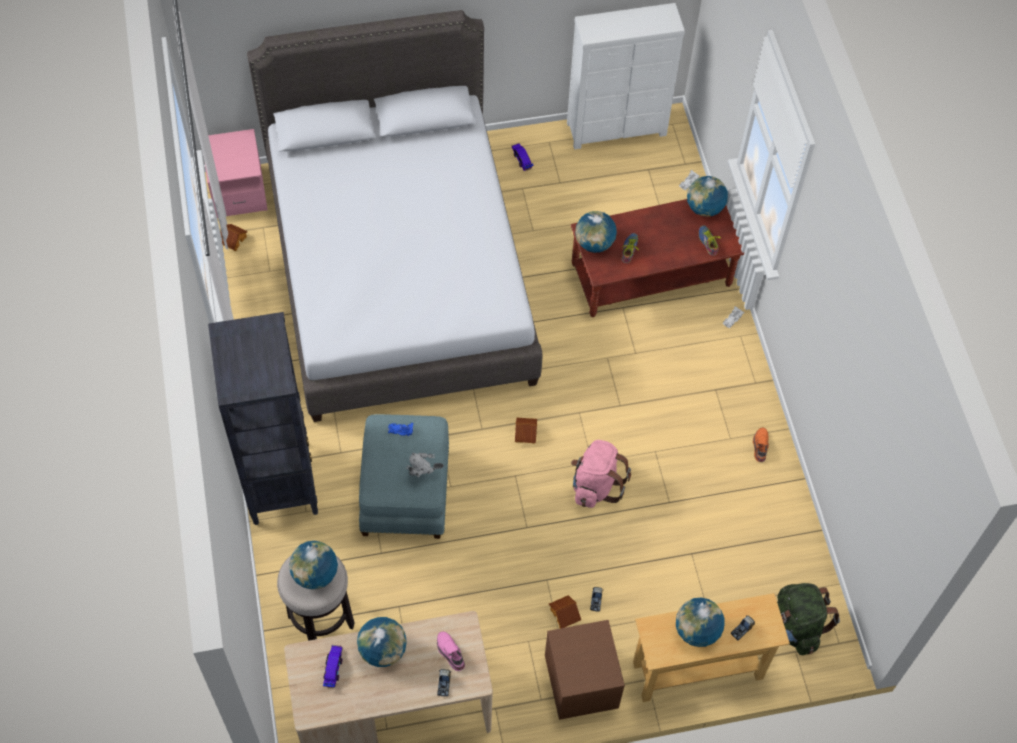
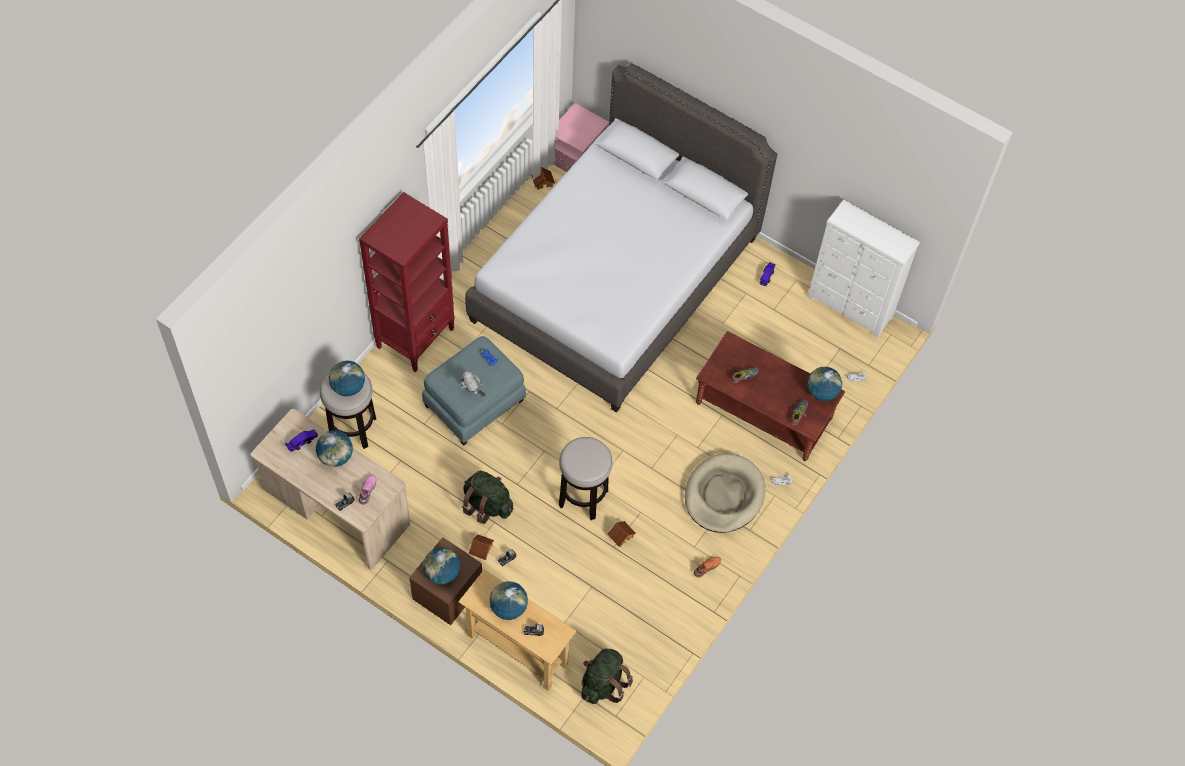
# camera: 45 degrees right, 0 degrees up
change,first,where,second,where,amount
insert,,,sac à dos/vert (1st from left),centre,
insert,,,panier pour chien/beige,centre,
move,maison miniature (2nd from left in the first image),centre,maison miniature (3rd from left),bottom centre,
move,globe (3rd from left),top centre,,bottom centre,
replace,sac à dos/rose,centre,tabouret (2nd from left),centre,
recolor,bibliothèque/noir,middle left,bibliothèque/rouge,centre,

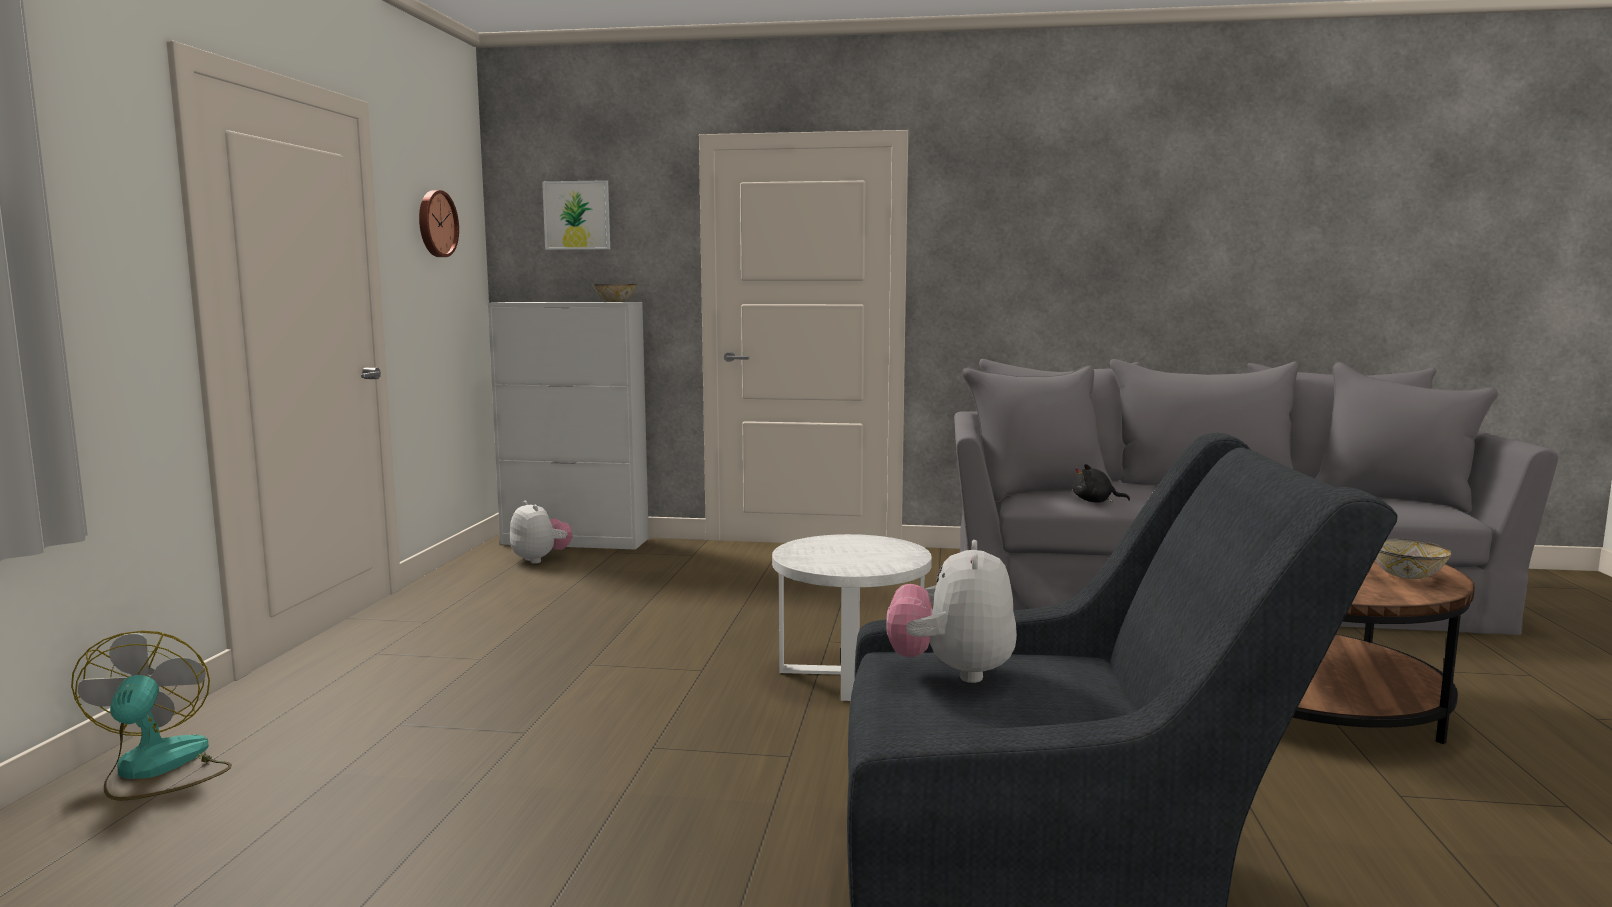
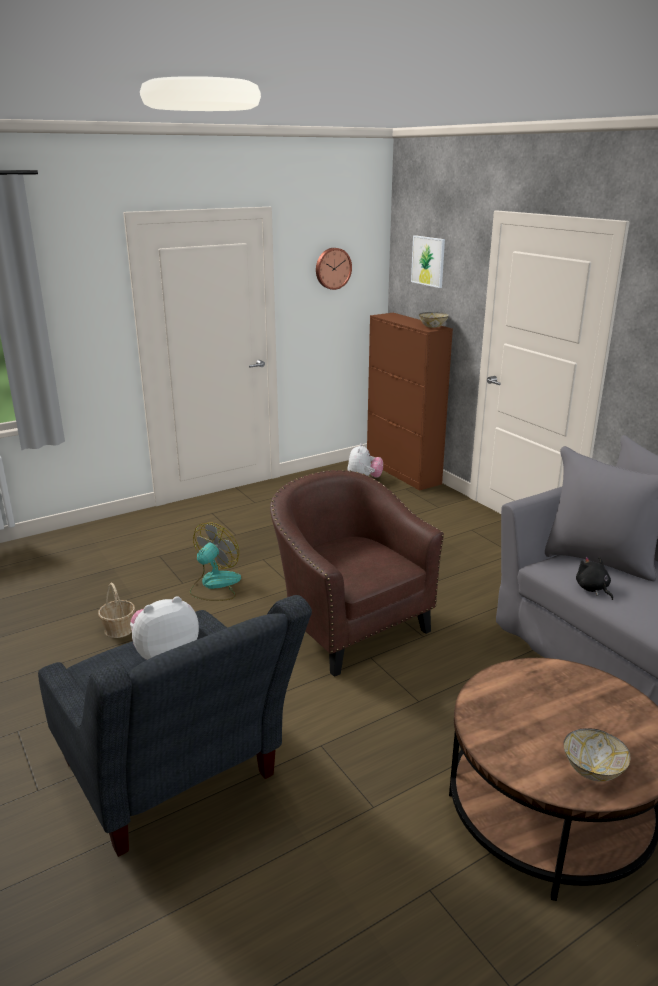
# camera: 50 degrees right, 15 degrees up
change,first,where,second,where,amount
insert,,,panier,middle left,
move,ventilateur,bottom left,,middle left,
replace,table d'appoint/blanc,bottom centre,fauteuil/marron,centre,
recolor,meuble de rangement/blanc,centre,meuble de rangement/marron,centre,

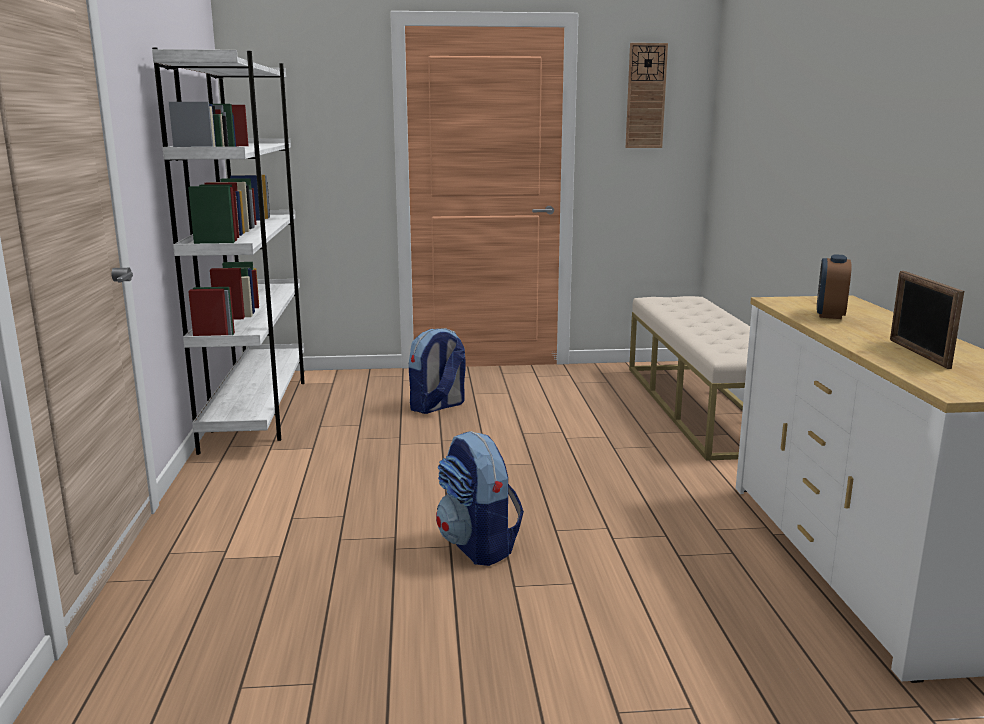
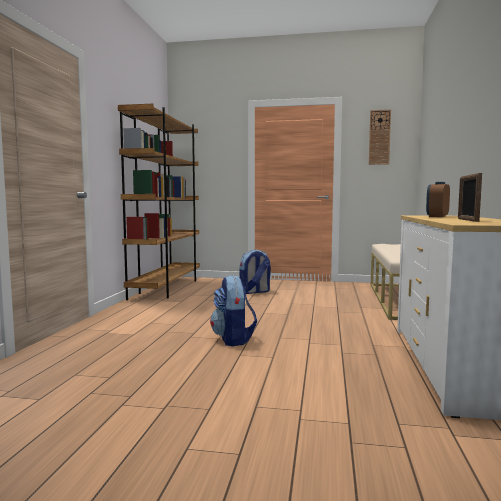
# camera: 15 degrees right, 10 degrees down
change,first,where,second,where,amount
recolor,bibliothèque/blanc,middle left,bibliothèque/marron,middle left,

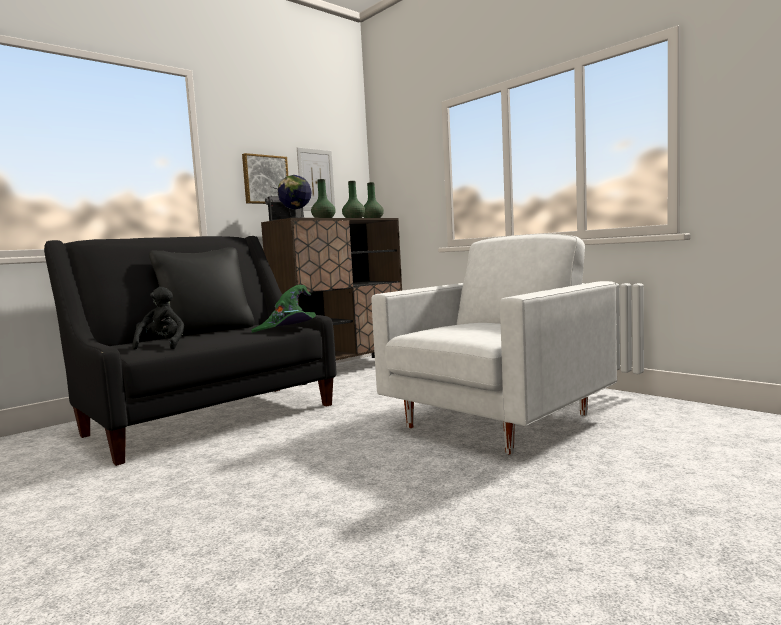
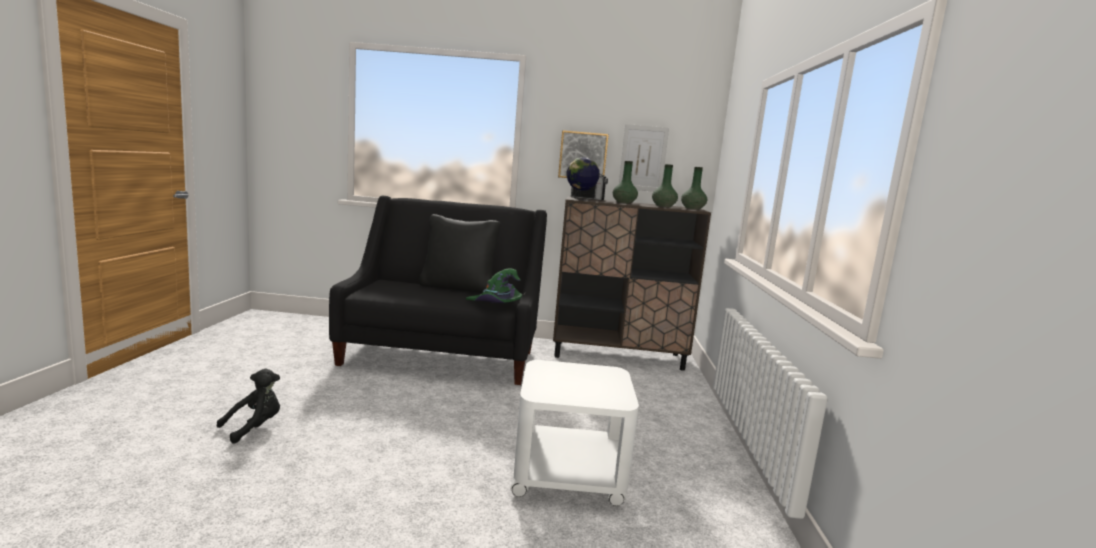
# camera: 45 degrees right, 5 degrees up
change,first,where,second,where,amount
move,peluche/noir,middle left,,bottom left,
replace,fauteuil/blanc,centre,table d'appoint/blanc,bottom centre,

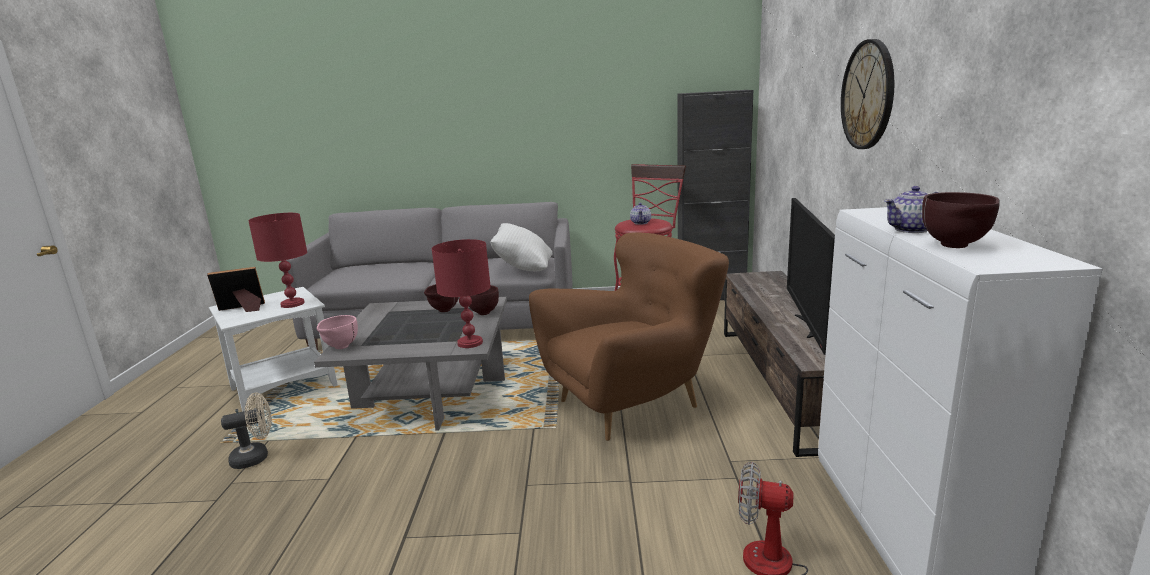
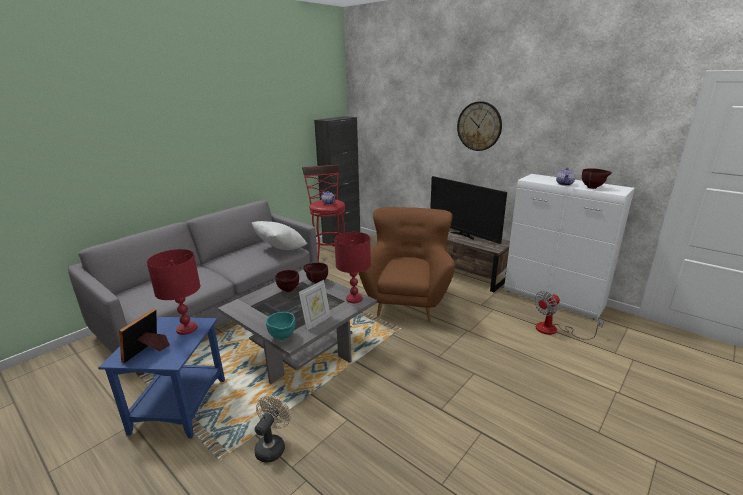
# camera: 50 degrees left, 5 degrees up
change,first,where,second,where,amount
insert,,,cadre photo (2nd from left),centre,
recolor,table d'appoint/blanc,middle left,table d'appoint/bleu,bottom left,
recolor,bol/rose,middle left,bol/turquoise,centre,

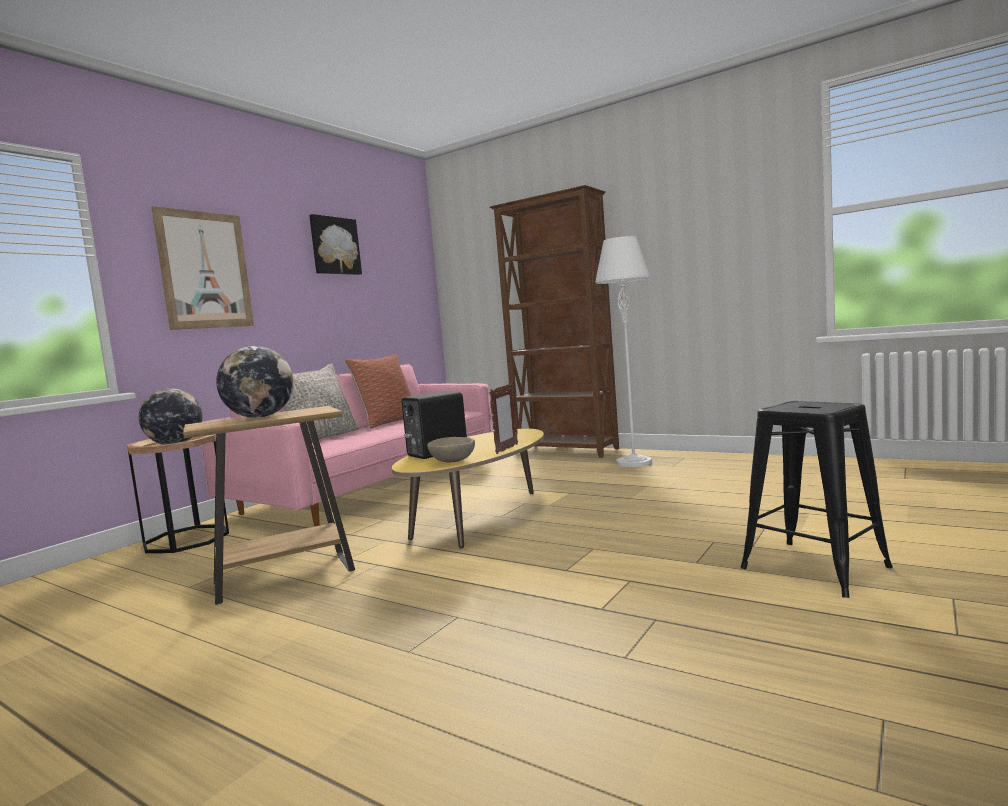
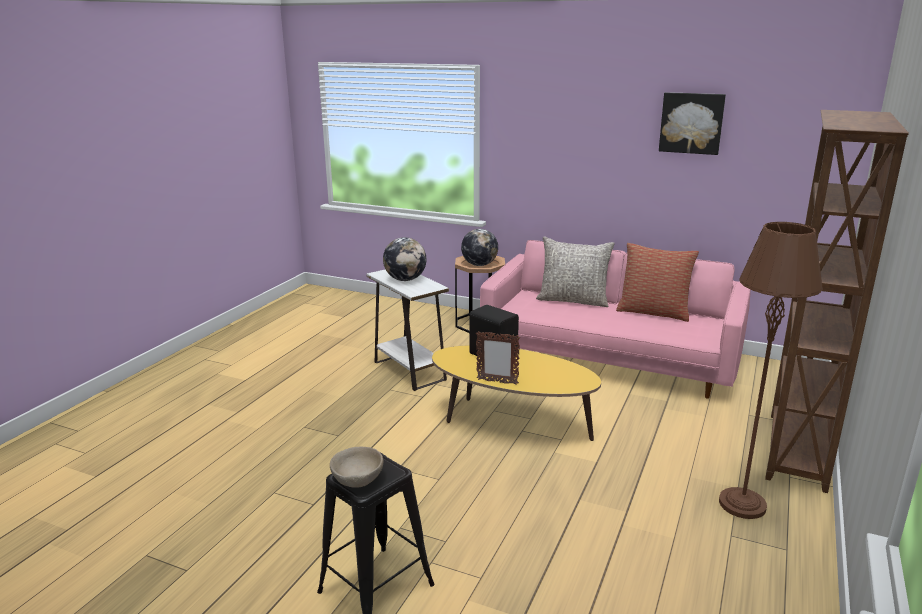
# camera: 80 degrees right, 15 degrees up
change,first,where,second,where,amount
delete,tableau (1st from left),top left,,,
move,bol/beige,centre,,bottom centre,
recolor,table d'appoint/marron (2nd from left),middle left,table d'appoint/blanc,centre,
recolor,lampadaire/blanc,centre,lampadaire/marron,middle right,

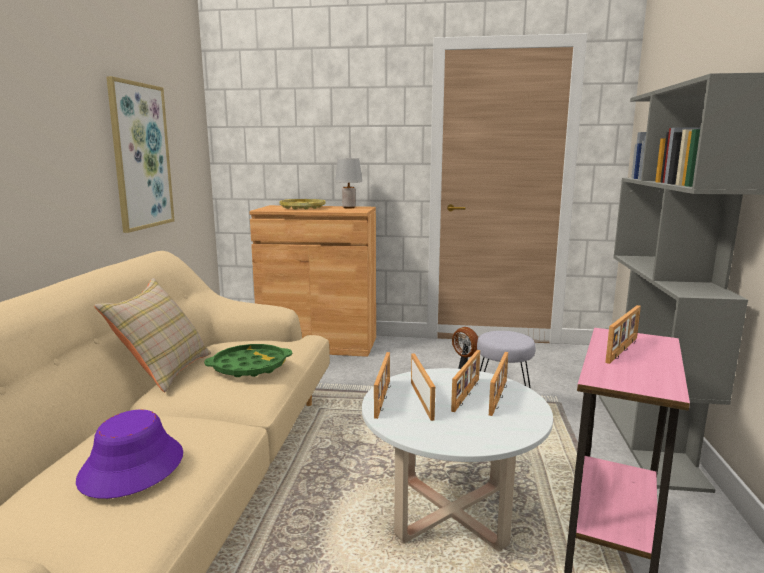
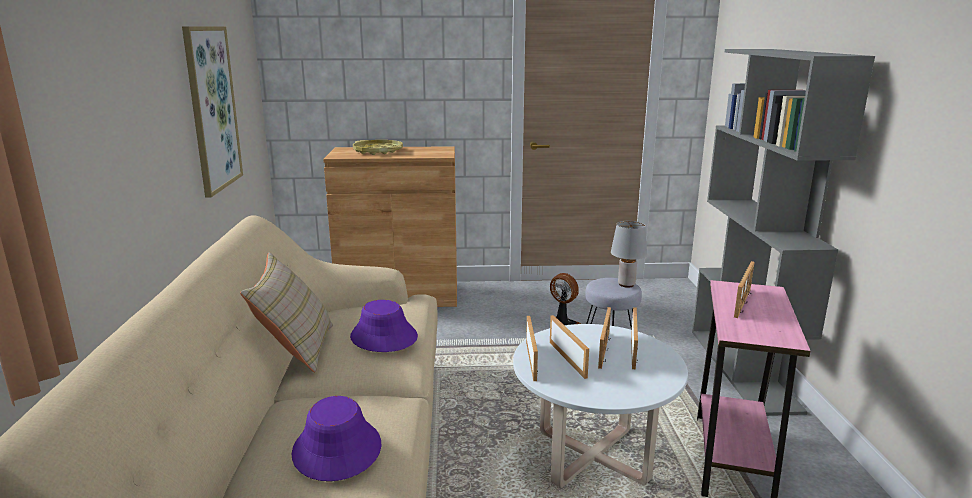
# camera: 10 degrees left, 5 degrees up
change,first,where,second,where,amount
move,lampe de table/gris,top centre,,centre,
replace,plateau/vert,middle left,chapeau/violet (2nd from left),centre,

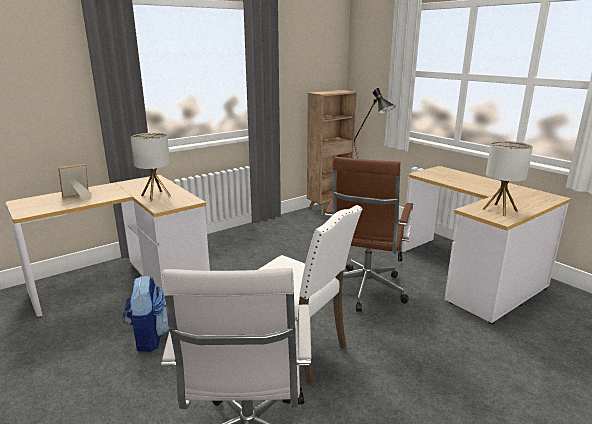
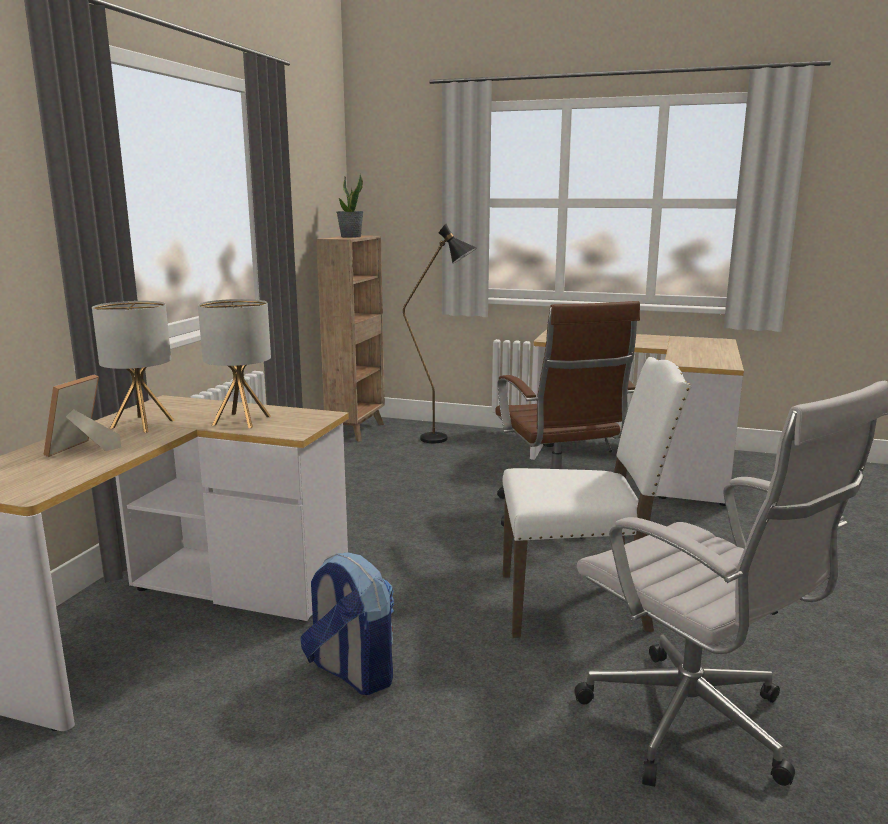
# camera: 35 degrees left, 5 degrees down
change,first,where,second,where,amount
insert,,,plante en pot,top centre,
move,lampe de table (2nd from left in the first image),middle right,lampe de table (1st from left),middle left,

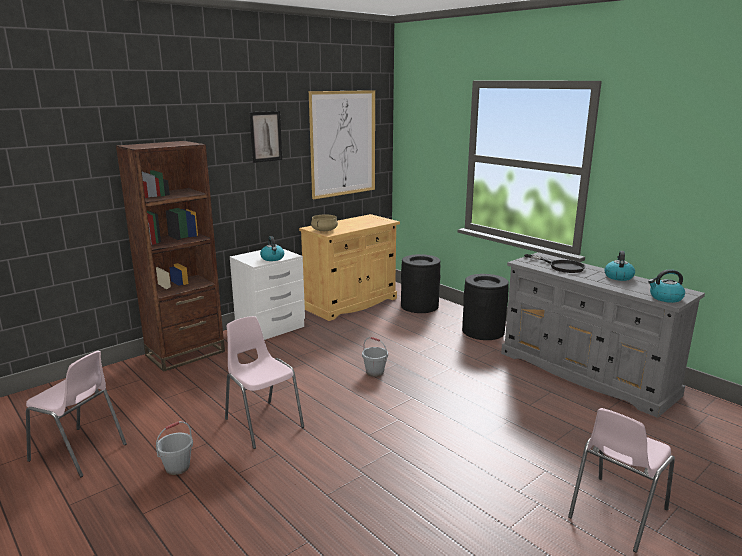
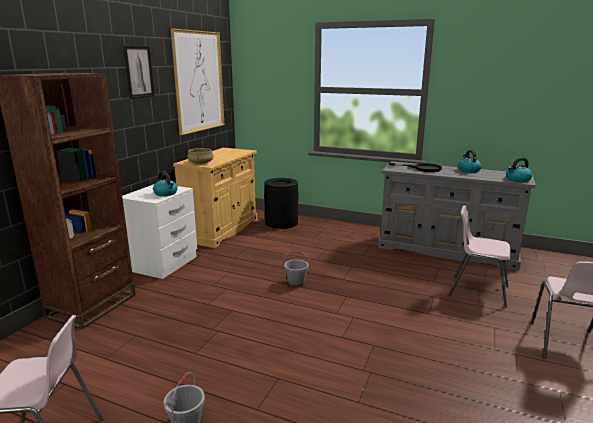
# camera: 25 degrees left, 0 degrees up
change,first,where,second,where,amount
delete,poubelle/noir (2nd from left),centre,,,
move,chaise/rose (2nd from left),bottom centre,,middle right,

